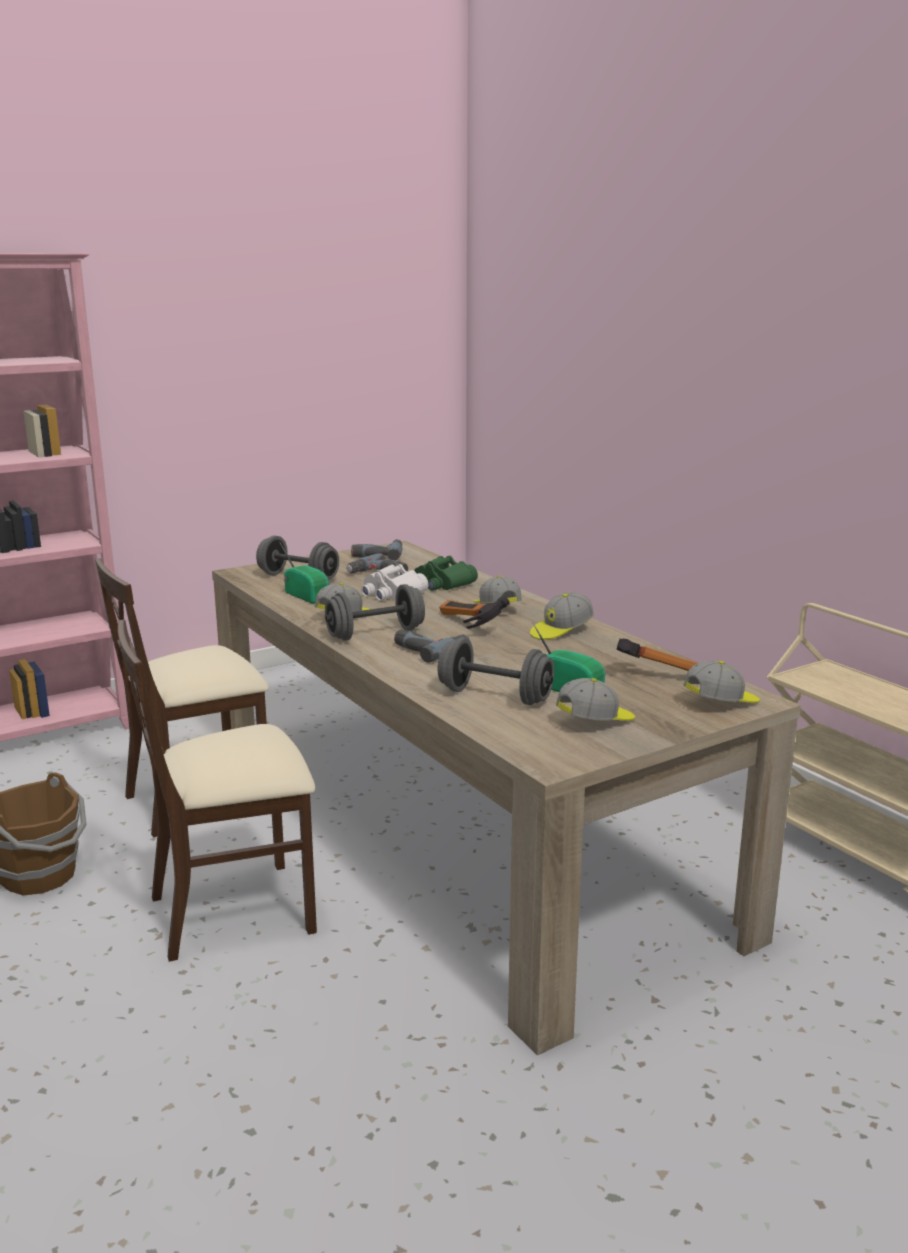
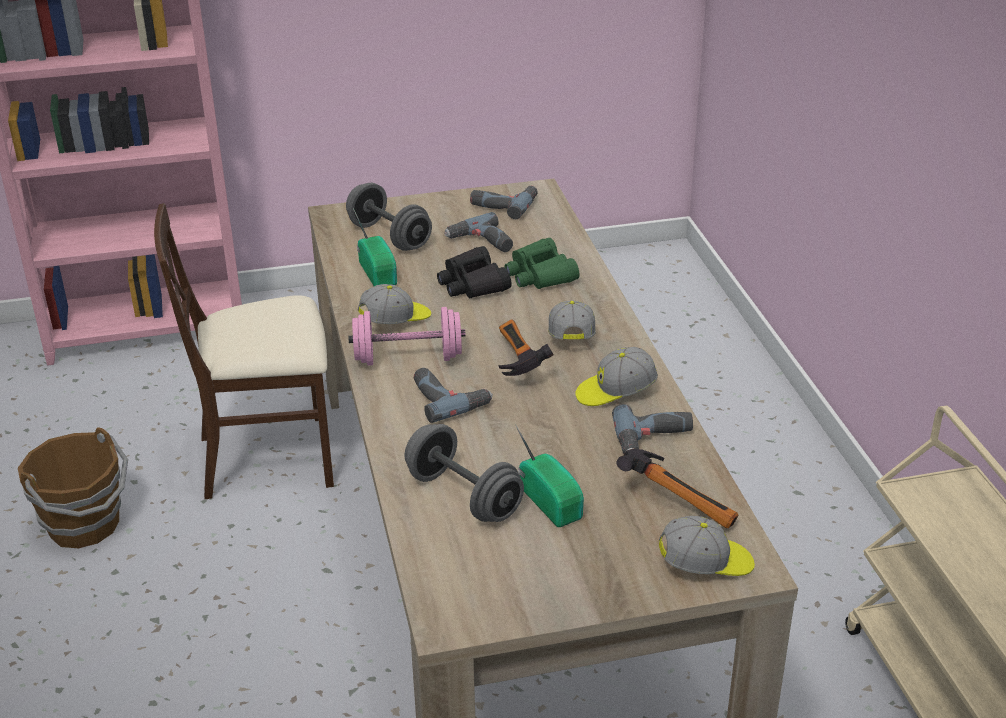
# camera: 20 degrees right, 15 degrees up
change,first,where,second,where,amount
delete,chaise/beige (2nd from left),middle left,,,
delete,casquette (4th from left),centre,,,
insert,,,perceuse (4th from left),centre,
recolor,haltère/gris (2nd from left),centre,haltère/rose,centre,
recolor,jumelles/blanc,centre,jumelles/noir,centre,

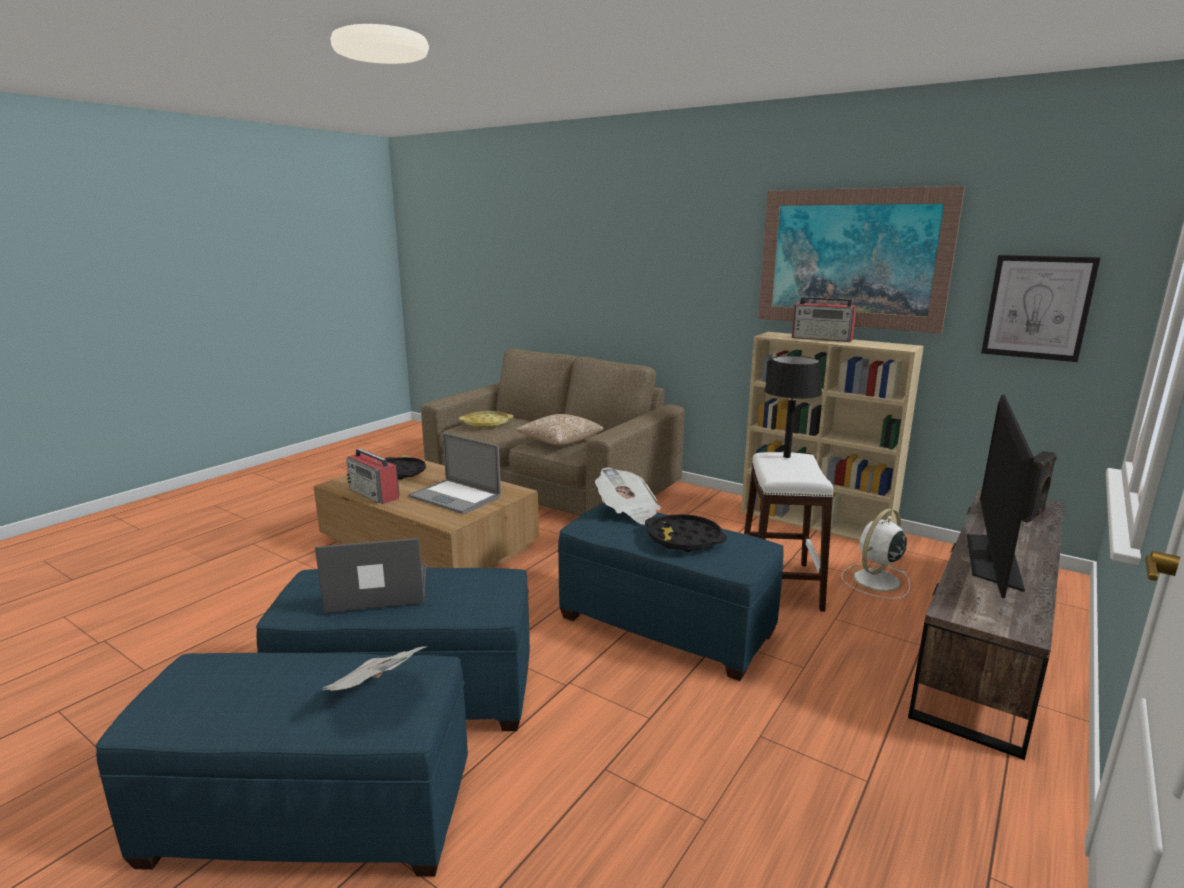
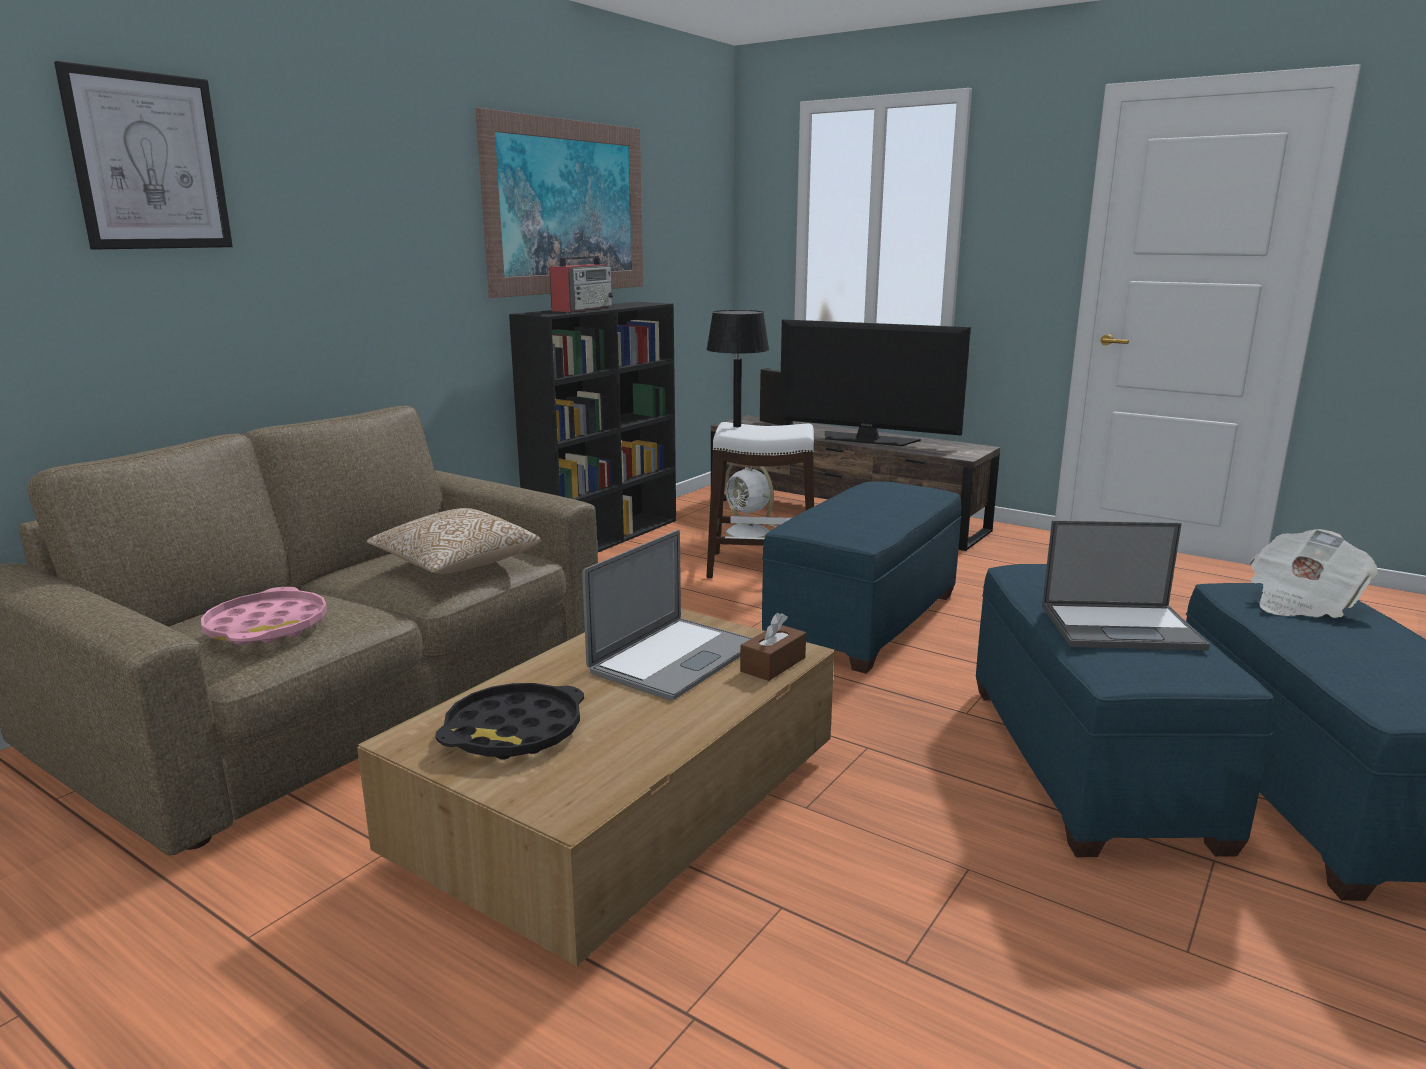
# camera: 90 degrees left, 0 degrees up
change,first,where,second,where,amount
delete,radio (1st from left),middle left,,,
delete,journal (2nd from left),centre,,,
delete,plateau/noir (2nd from left),centre,,,
insert,,,boîte à mouchoirs/marron,centre,
move,tableau (2nd from left in the first image),middle right,tableau (1st from left),top left,
recolor,plateau/jaune,centre,plateau/rose,middle left,
recolor,bibliothèque/beige,middle right,bibliothèque/noir,centre,
rotate,ordinateur portable (1st from left in the first image),middle left,ordinateur portable (2nd from left),middle right,75 degrees counterclockwise

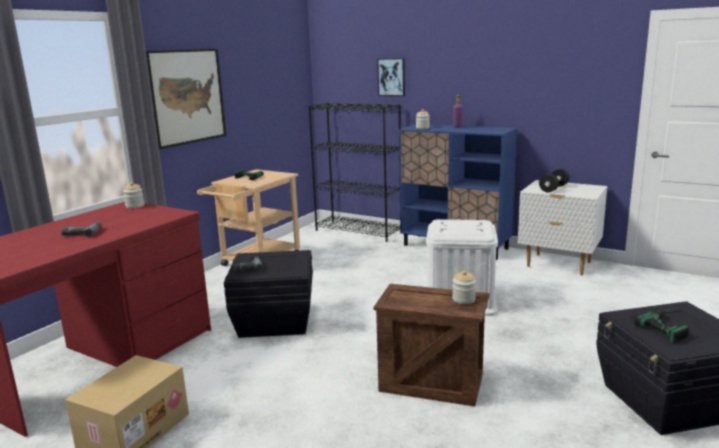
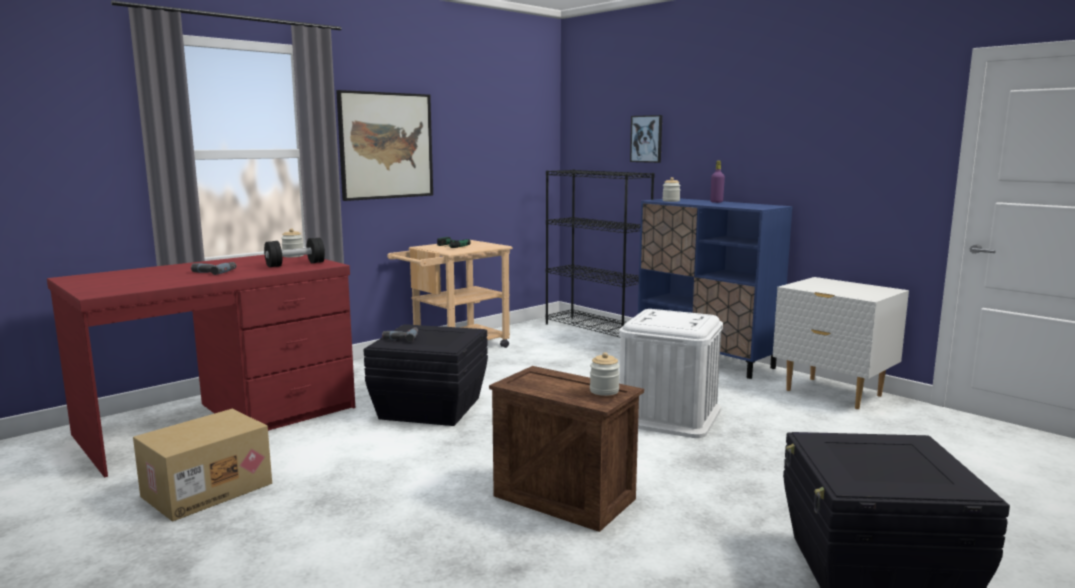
# camera: 15 degrees right, 5 degrees down
change,first,where,second,where,amount
delete,perceuse (4th from left),bottom right,,,
move,haltère/noir,middle right,,middle left,

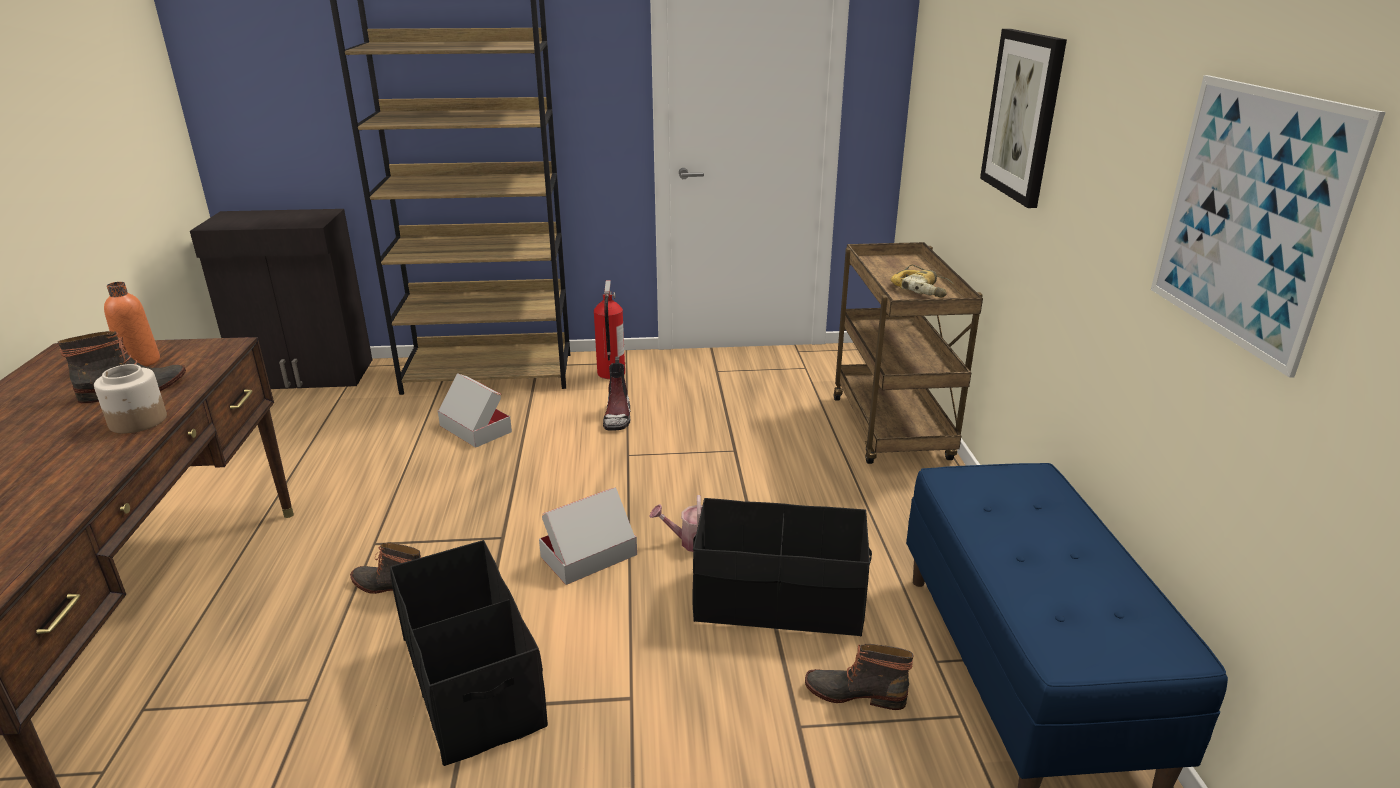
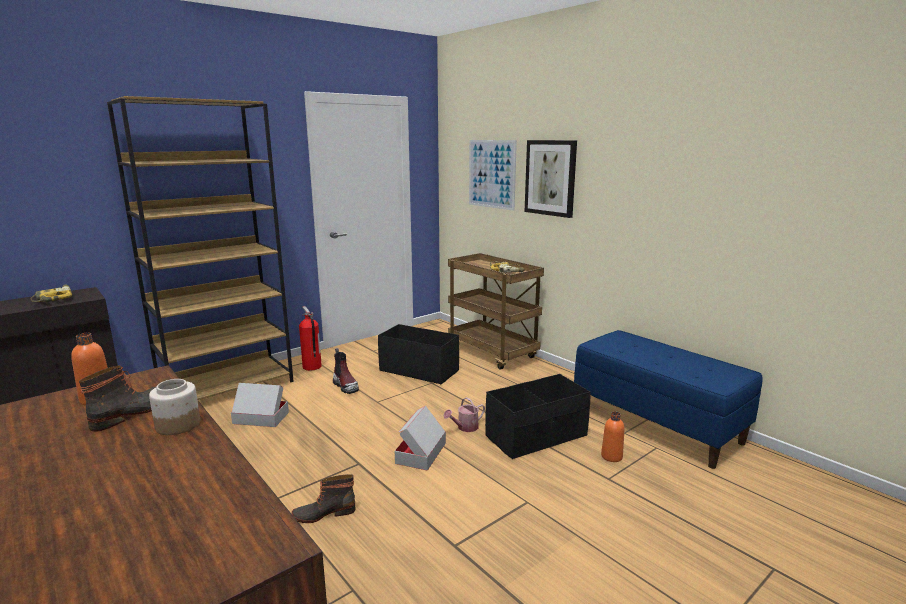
# camera: 35 degrees left, 10 degrees down
change,first,where,second,where,amount
insert,,,perceuse (1st from left),middle left,
move,boîte de rangement/noir (1st from left),bottom centre,,centre,
move,tableau (2nd from left in the first image),top right,tableau (1st from left),top centre,
replace,botte (4th from left),bottom centre,bouteille/orange (2nd from left),bottom right,

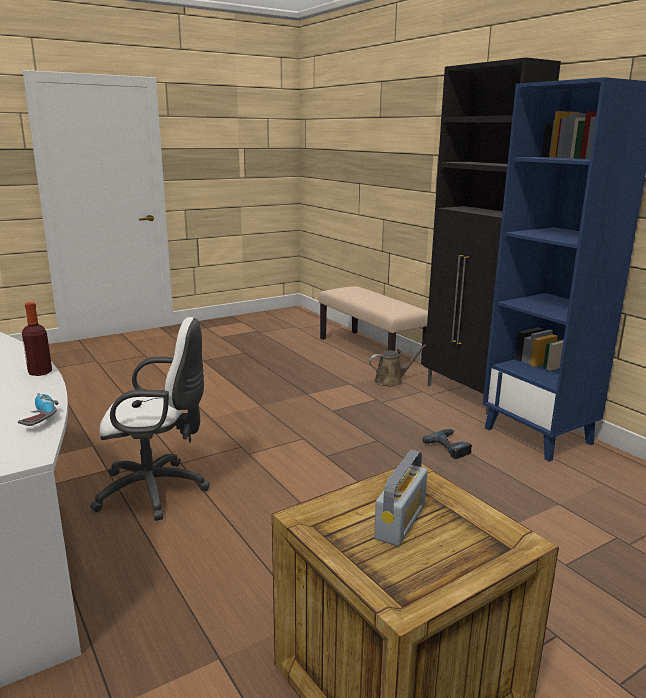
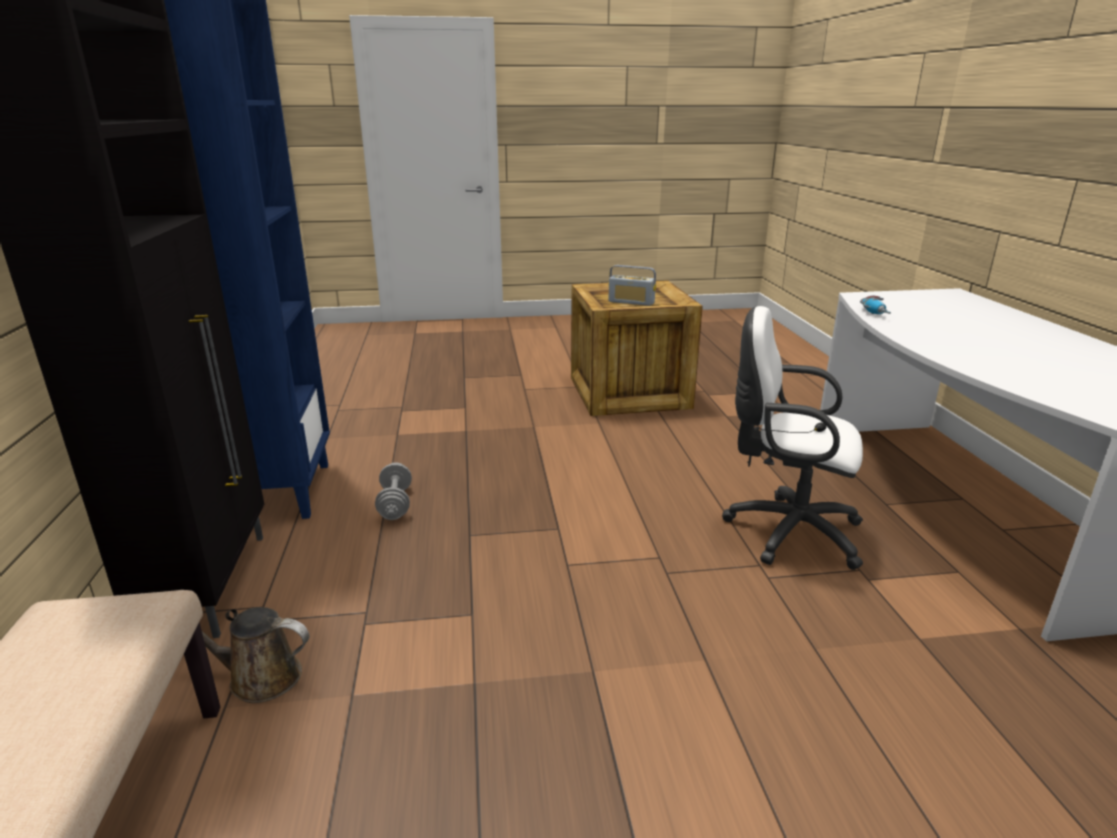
# camera: 155 degrees left, 5 degrees up
change,first,where,second,where,amount
delete,bouteille,middle left,,,
replace,perceuse (2nd from left),middle right,haltère/gris,centre,
rotate,radio,bottom centre,,centre,120 degrees counterclockwise

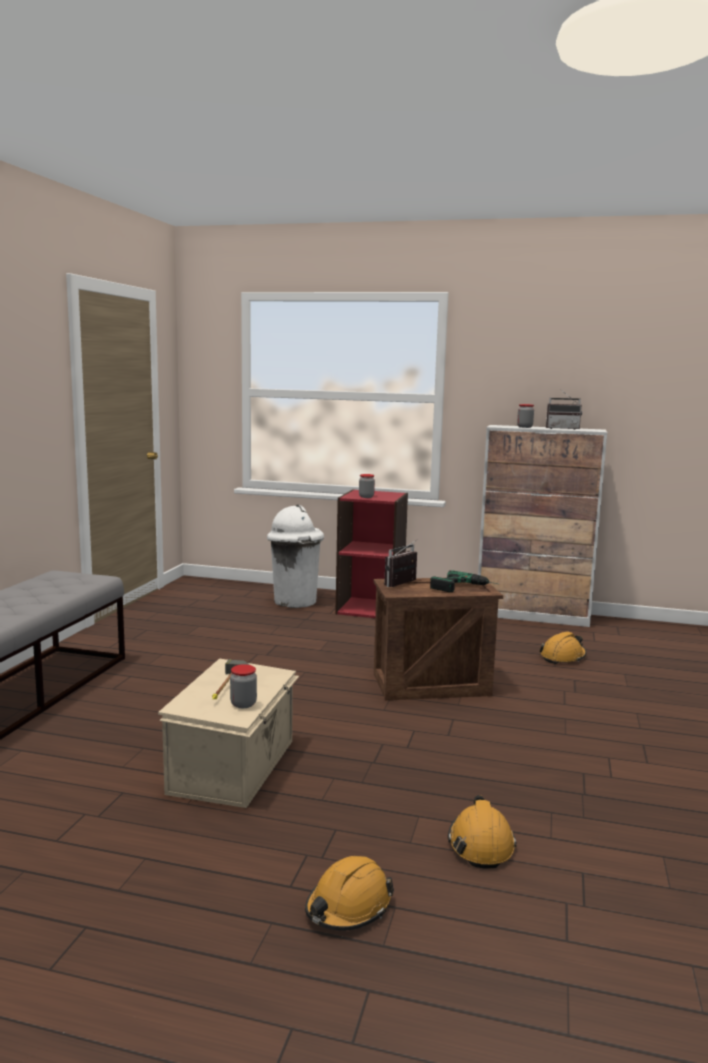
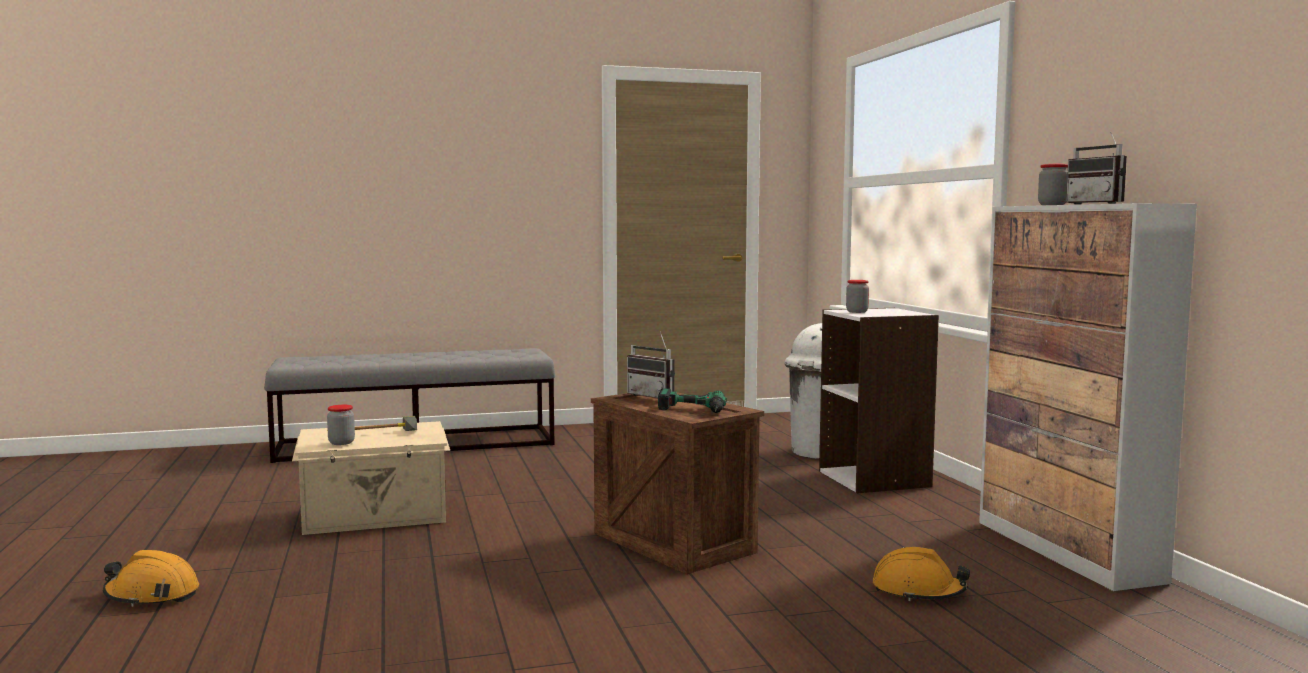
# camera: 60 degrees right, 5 degrees down
change,first,where,second,where,amount
delete,casque de chantier/orange (2nd from left),bottom right,,,
recolor,bibliothèque/rouge,centre,bibliothèque/blanc,middle right,
rotate,radio (1st from left),centre,,centre,150 degrees counterclockwise

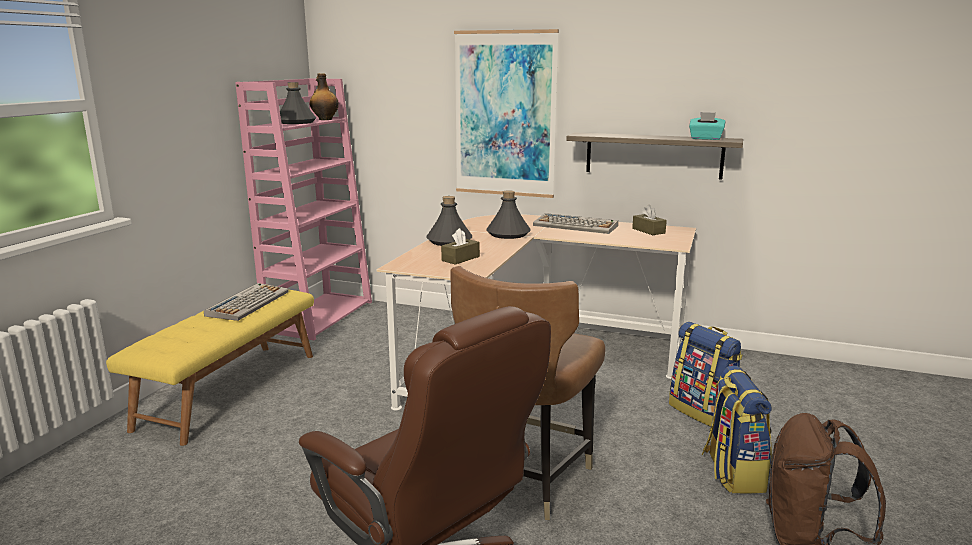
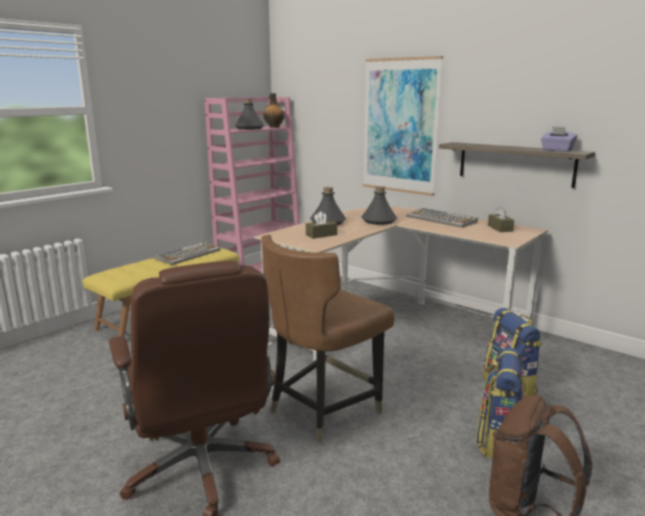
# camera: 20 degrees right, 0 degrees up
change,first,where,second,where,amount
recolor,boîte à mouchoirs/turquoise,top right,boîte à mouchoirs/violet,top right,

